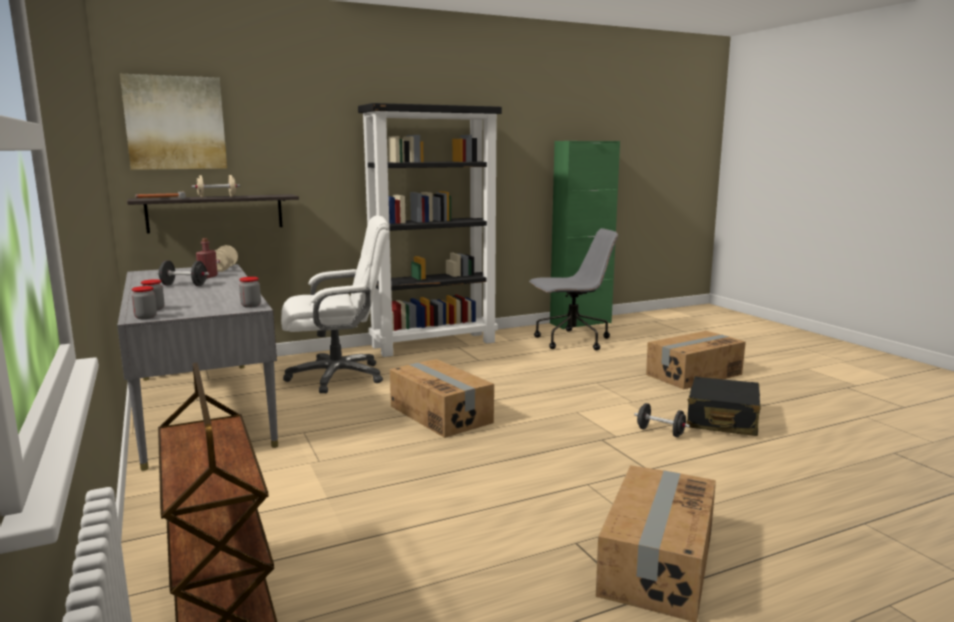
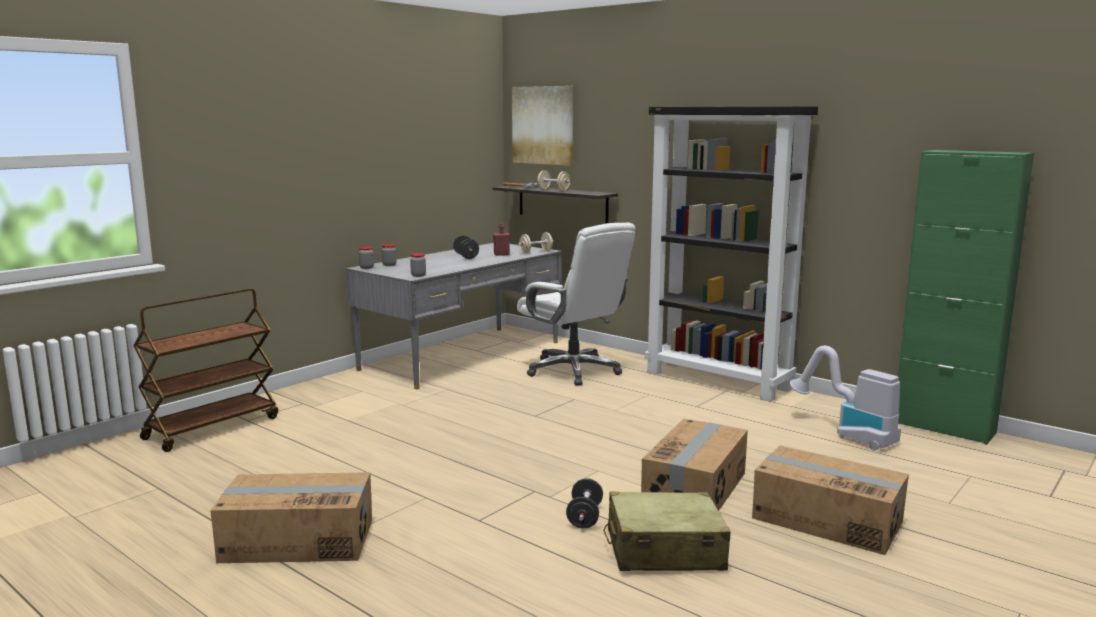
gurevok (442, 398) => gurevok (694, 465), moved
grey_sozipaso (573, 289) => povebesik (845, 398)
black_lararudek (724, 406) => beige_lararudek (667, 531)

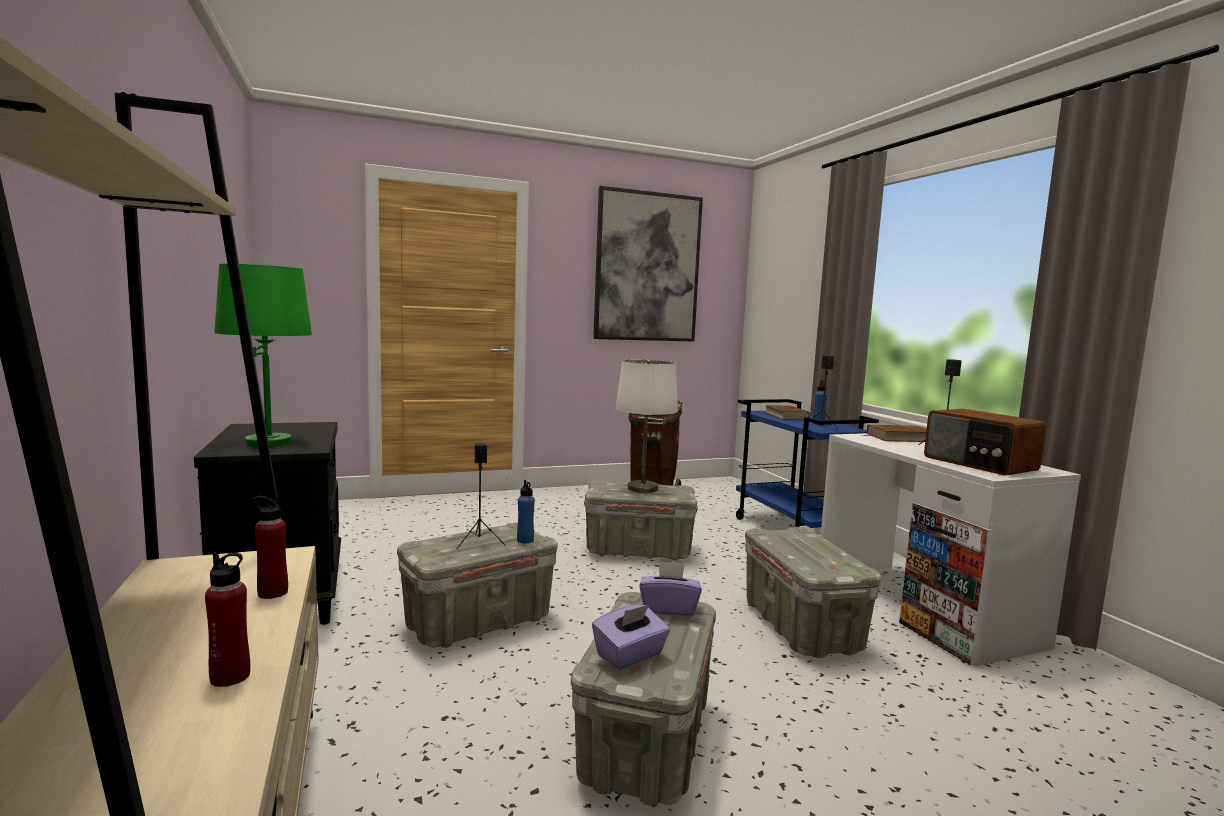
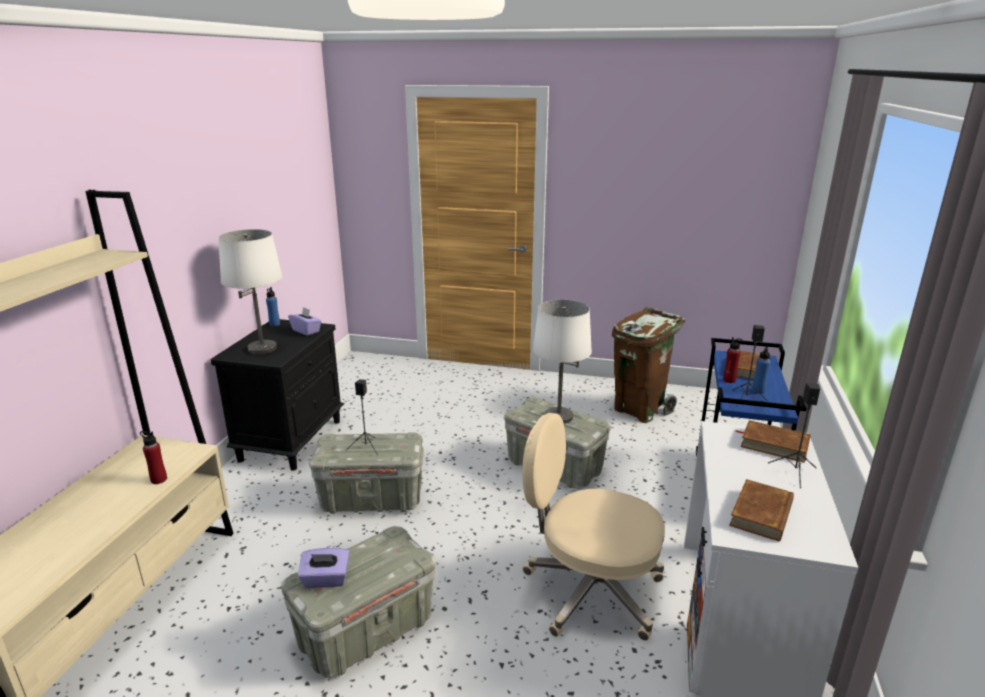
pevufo (648, 264) => nothing
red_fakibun (227, 619) => red_fakibun (733, 360), moved
blue_fakibun (526, 511) => blue_fakibun (273, 306), moved
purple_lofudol (671, 588) => purple_lofudol (305, 321), moved
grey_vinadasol (813, 592) => beige_sozipaso (593, 527)
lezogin (985, 442) => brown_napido (761, 510)
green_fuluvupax (263, 355) => white_fuluvupax (250, 292)

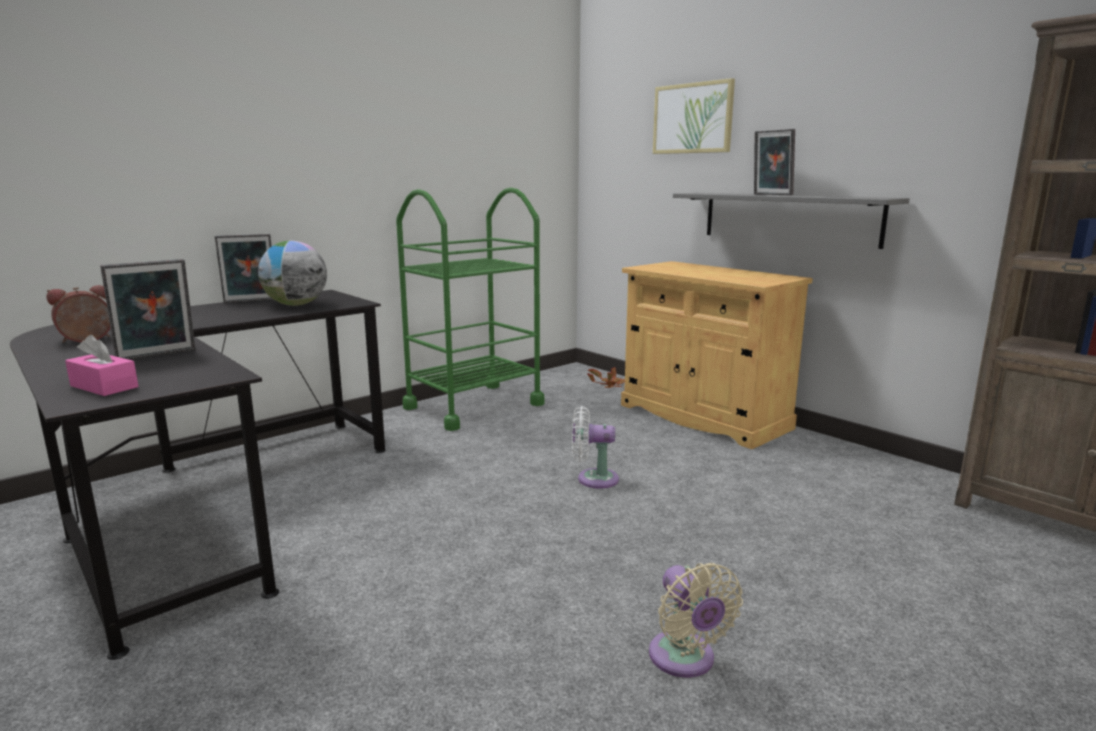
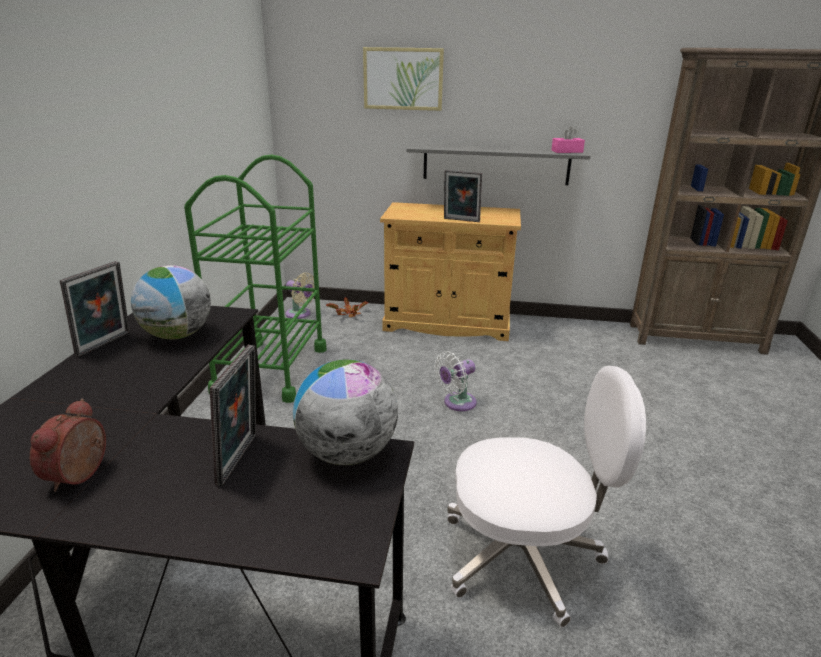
nothing => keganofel (345, 412)
nothing => white_sozipaso (546, 497)
pink_lofudol (102, 365) => pink_lofudol (568, 140), moved
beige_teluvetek (696, 620) => beige_teluvetek (299, 296), moved
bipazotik (774, 162) => bipazotik (463, 196), moved

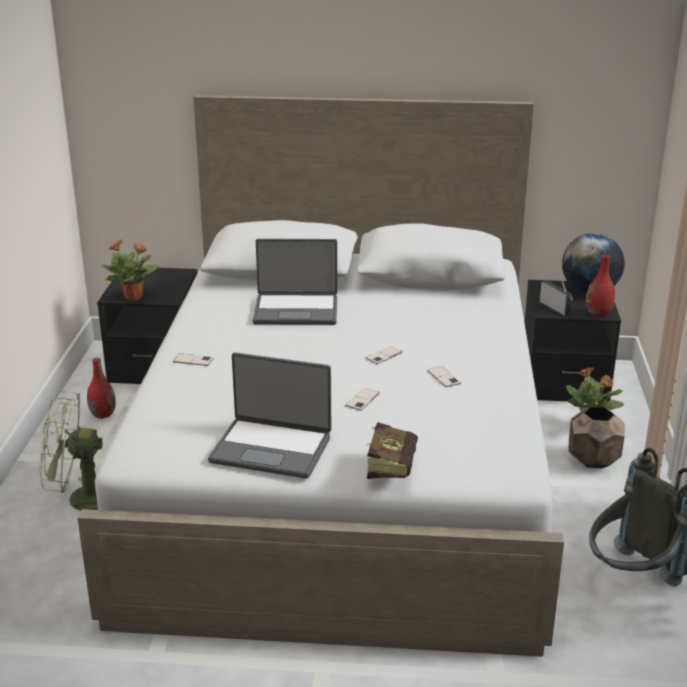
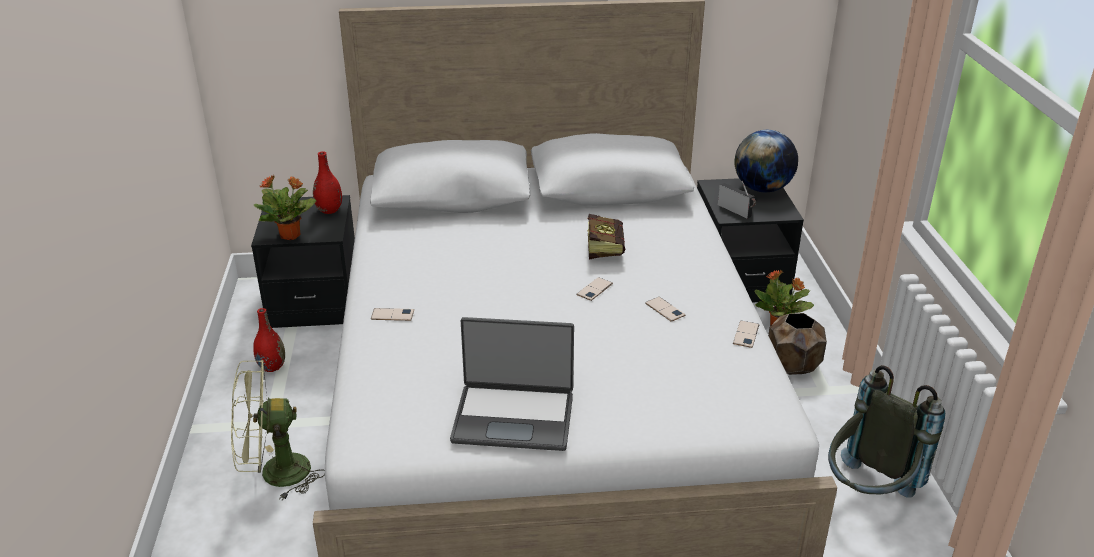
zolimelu (295, 282) => nothing
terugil (362, 399) => terugil (746, 334), moved
napido (392, 450) => napido (606, 237), moved
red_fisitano (600, 285) => red_fisitano (327, 182), moved

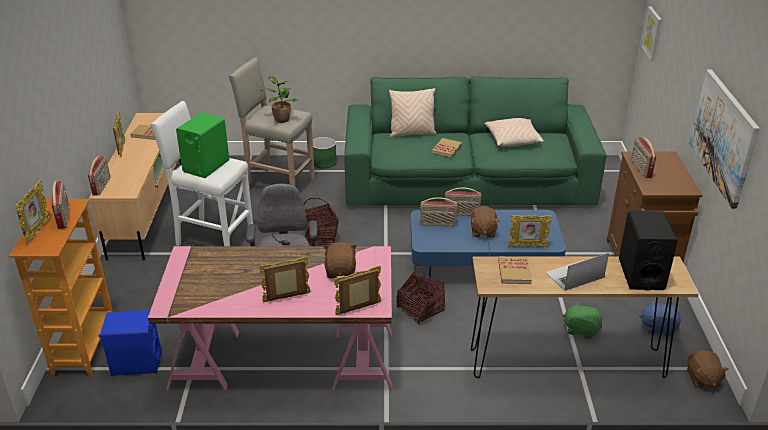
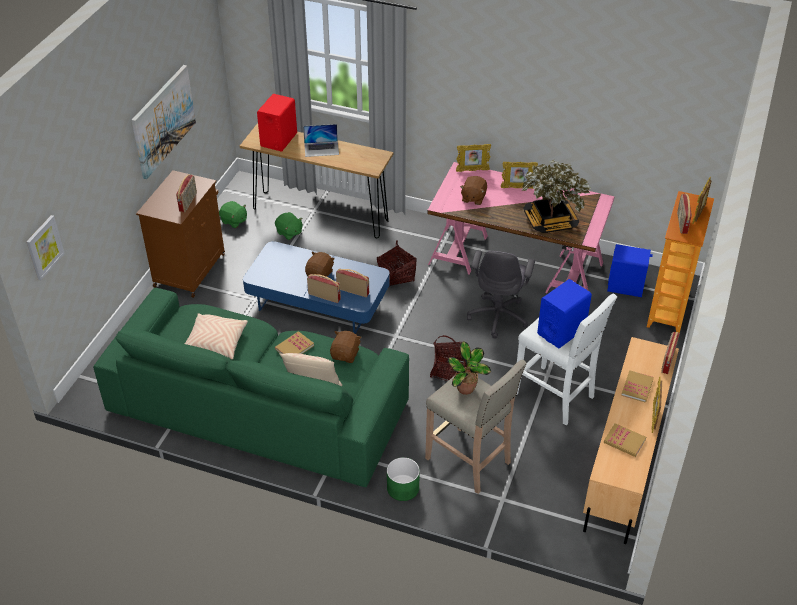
bipazotik (530, 231) => nothing
nothing => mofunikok (557, 196)
napido (515, 270) => napido (637, 386), moved
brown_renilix (708, 369) => brown_renilix (346, 347), moved
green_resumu (202, 145) => blue_resumu (564, 313)
black_resumu (648, 250) => red_resumu (277, 122)
blue_renilix (660, 318) => green_renilix (233, 214)

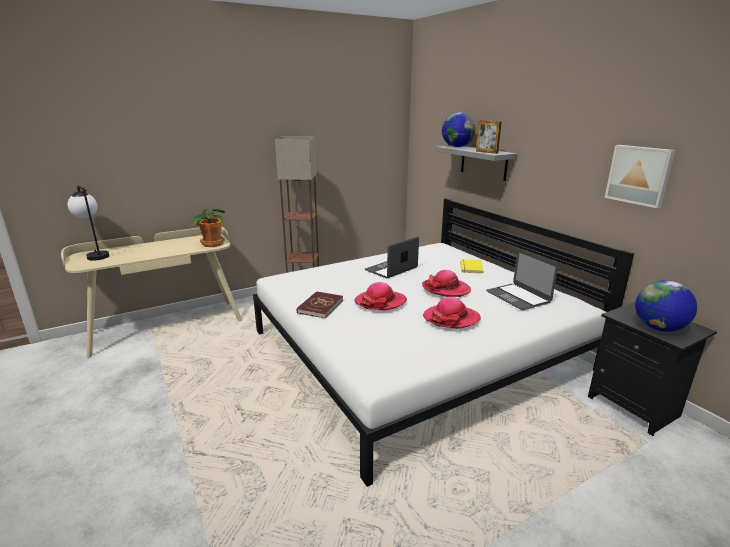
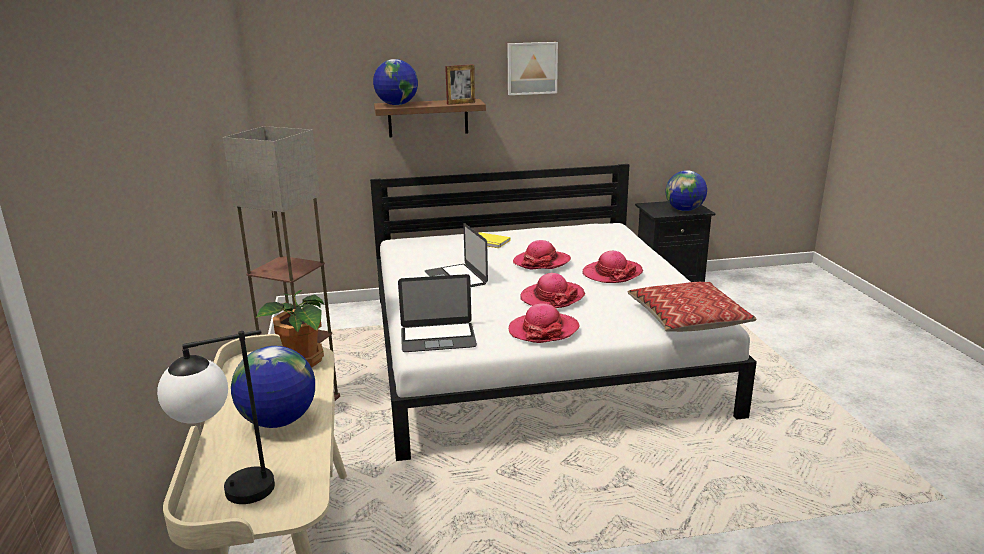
nothing => keganofel (273, 387)
nothing => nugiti (692, 307)
zolimelu (522, 280) => zolimelu (437, 313), moved
pevufo (640, 176) => pevufo (533, 68), moved
red_napido (320, 304) => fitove (544, 323)
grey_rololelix (476, 163) => brown_rololelix (430, 118)

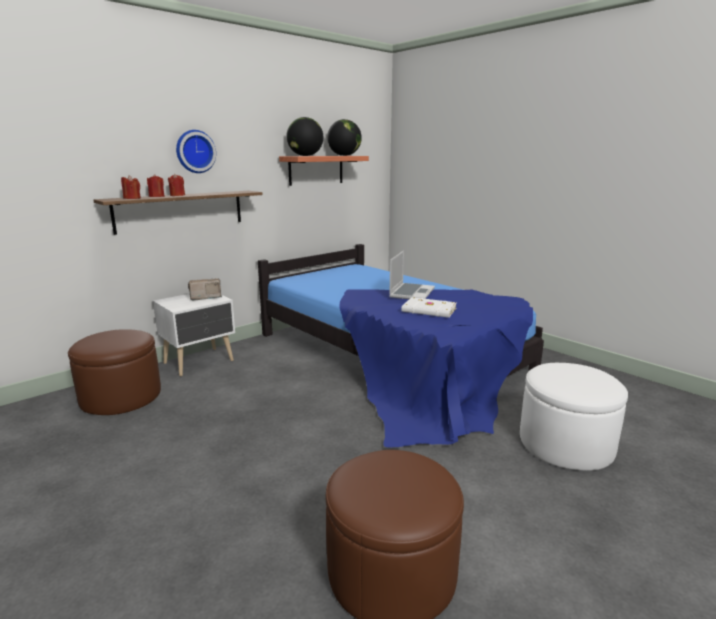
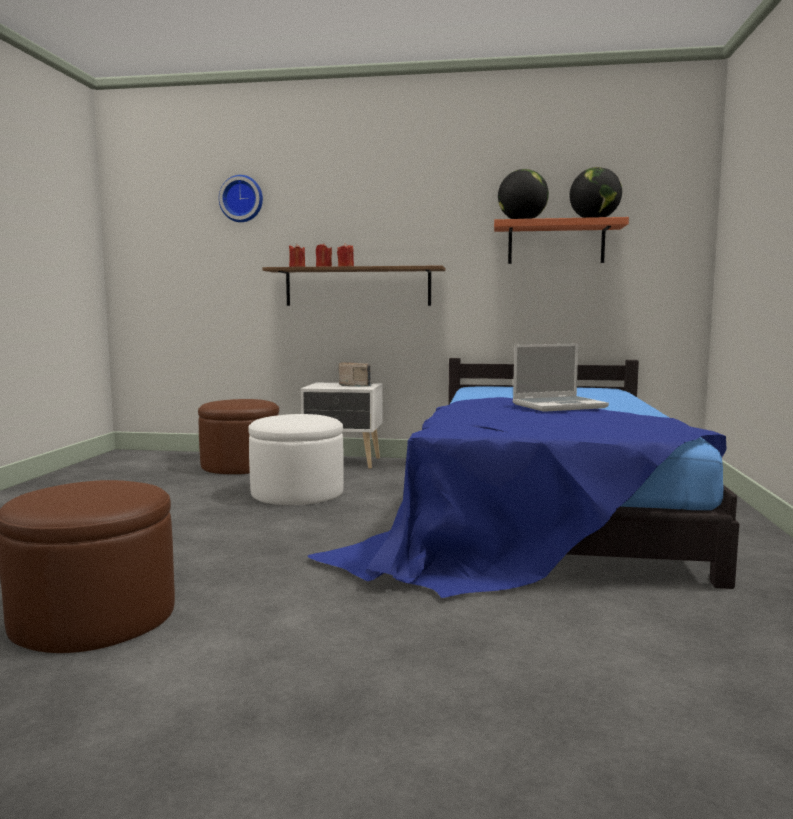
white_napido (429, 307) => nothing
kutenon (196, 151) => kutenon (241, 198), moved
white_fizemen (574, 417) => white_fizemen (296, 459), moved

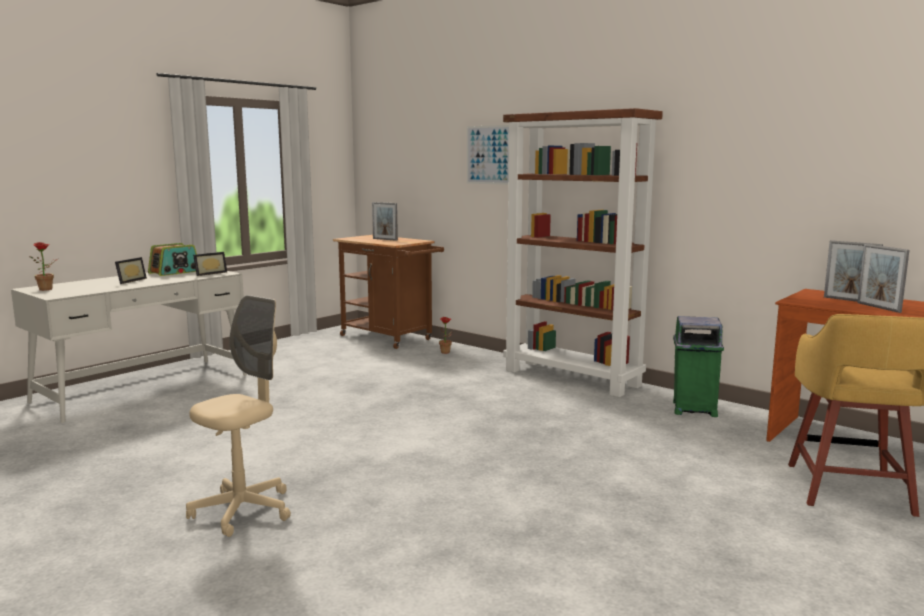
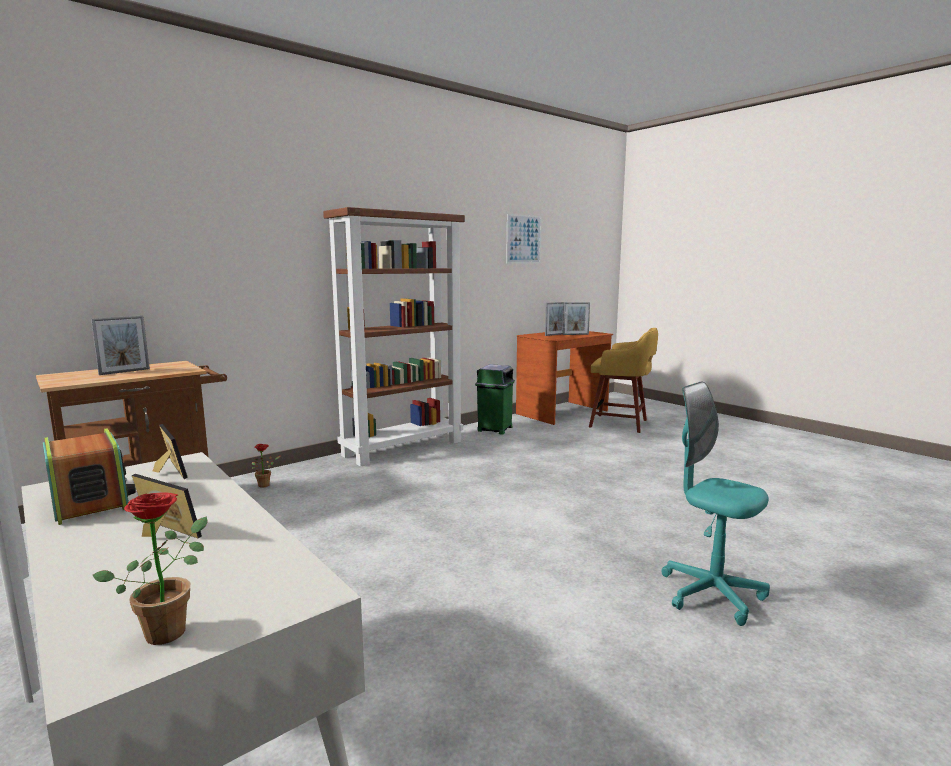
pevufo (488, 155) => pevufo (524, 238), moved
beige_sozipaso (238, 416) => turquoise_sozipaso (716, 503)

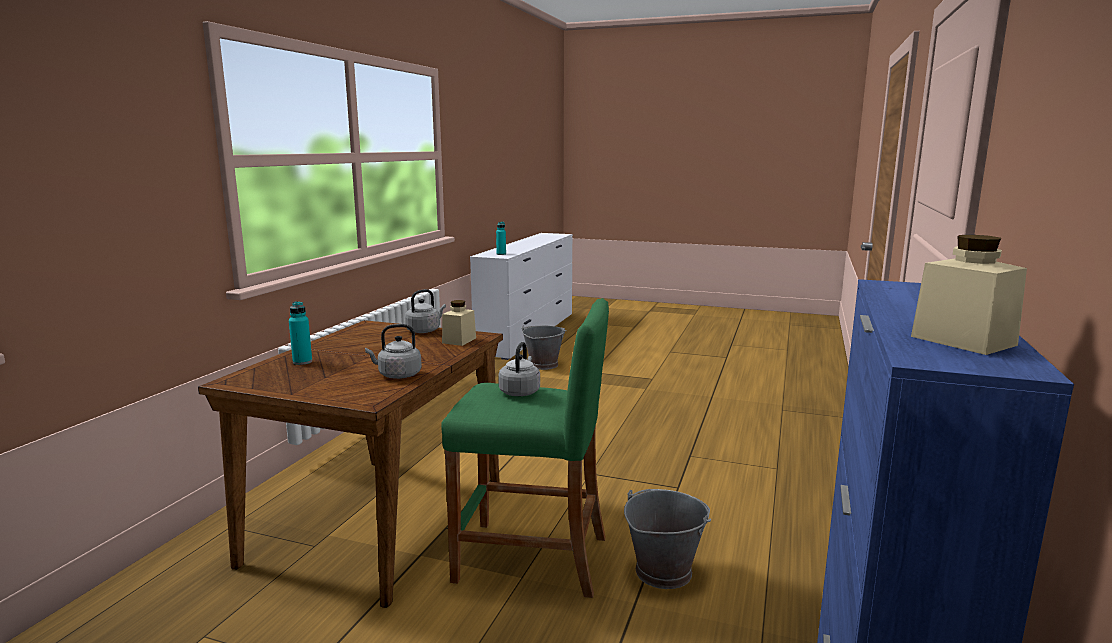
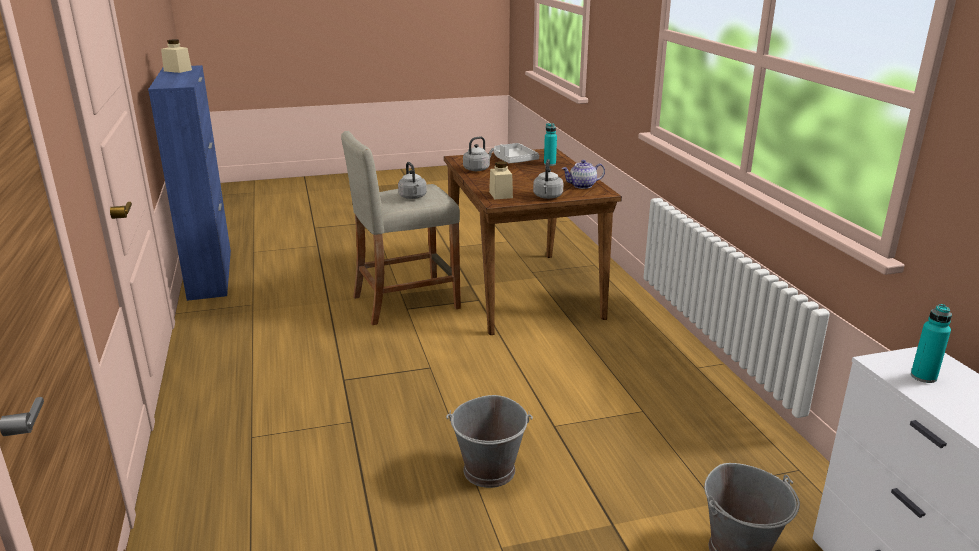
nothing => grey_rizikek (516, 153)
nothing => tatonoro (583, 174)
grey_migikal (667, 539) => grey_migikal (489, 441), moved
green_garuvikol (525, 448) => beige_garuvikol (401, 228)

